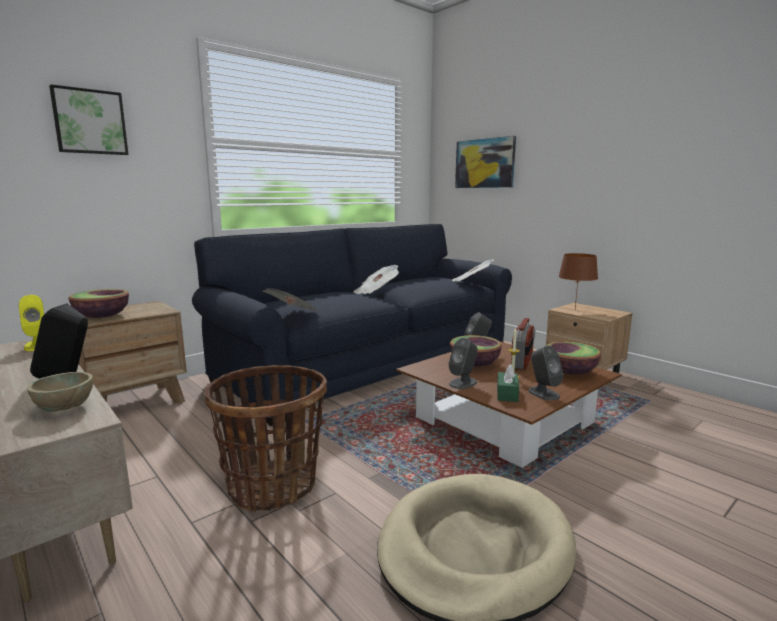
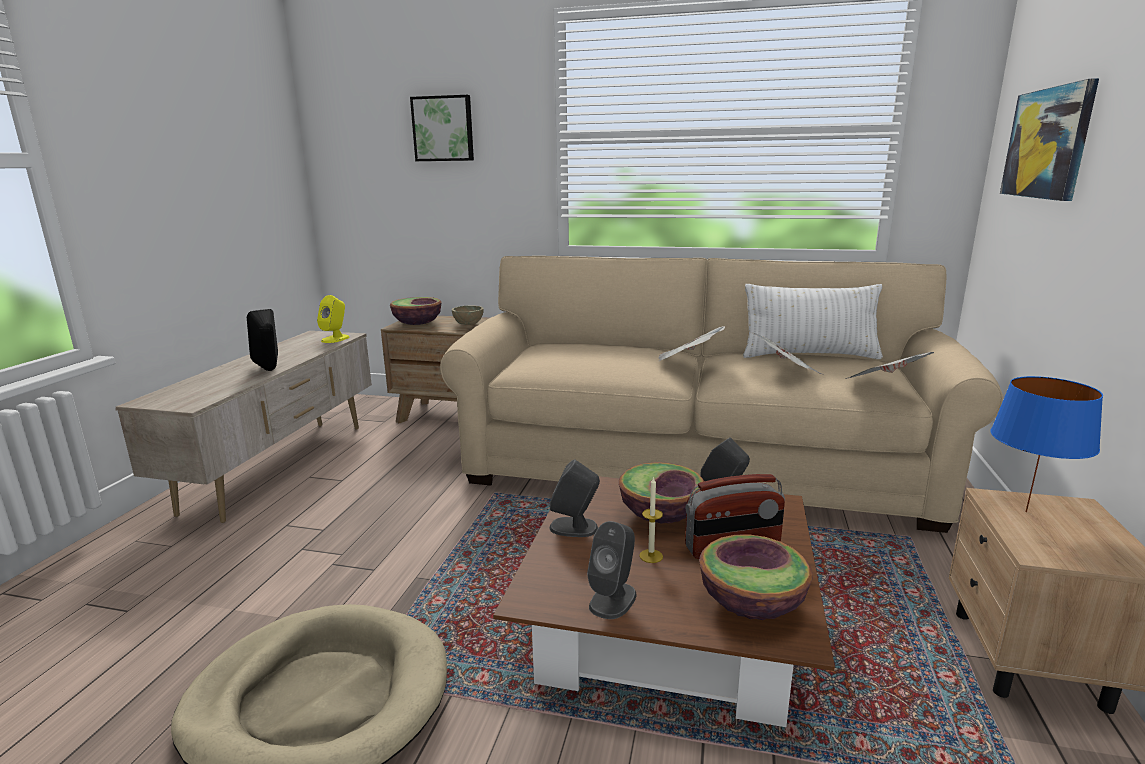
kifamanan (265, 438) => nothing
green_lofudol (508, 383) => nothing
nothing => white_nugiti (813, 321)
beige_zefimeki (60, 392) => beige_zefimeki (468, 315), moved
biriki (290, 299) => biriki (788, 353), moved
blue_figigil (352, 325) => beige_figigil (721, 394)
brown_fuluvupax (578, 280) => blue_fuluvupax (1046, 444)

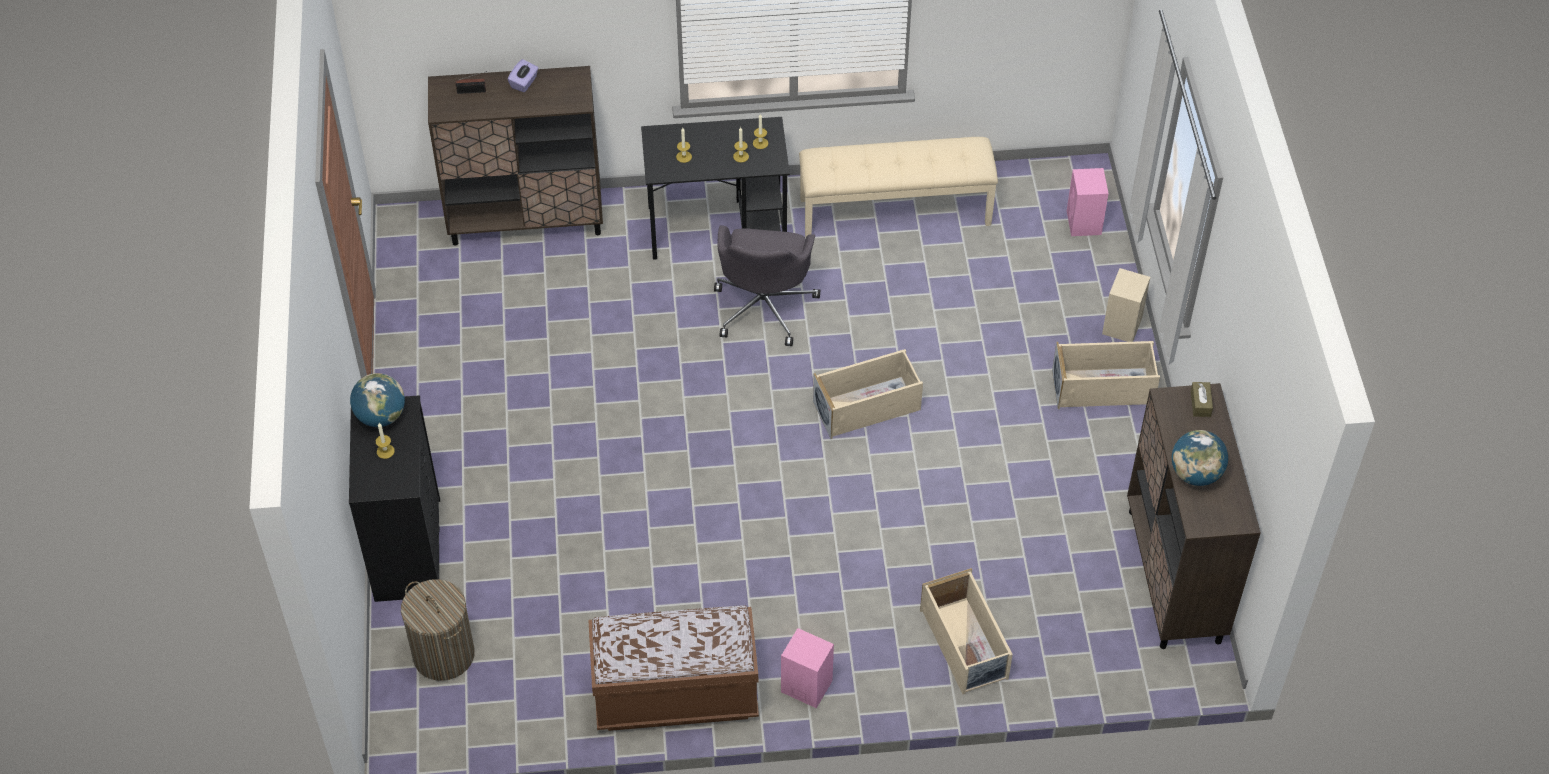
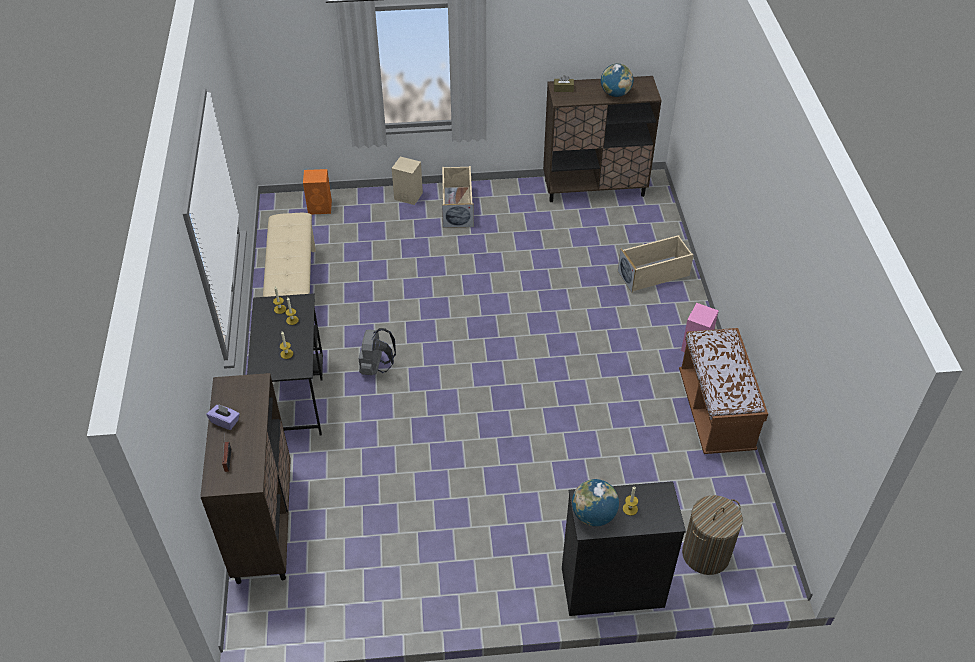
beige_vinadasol (868, 394) => nothing
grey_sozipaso (767, 285) => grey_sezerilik (377, 351)
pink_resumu (1088, 202) => orange_resumu (317, 191)

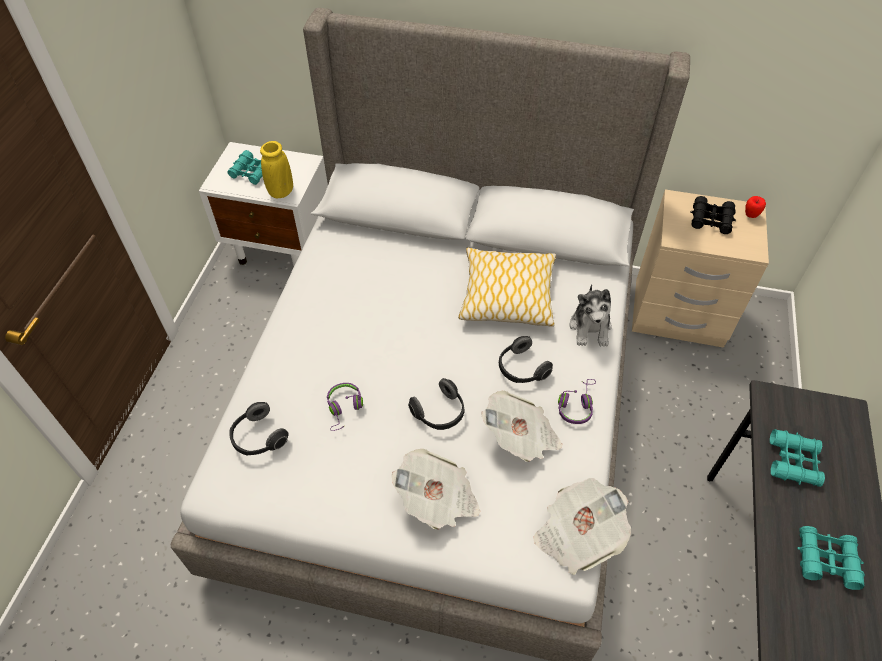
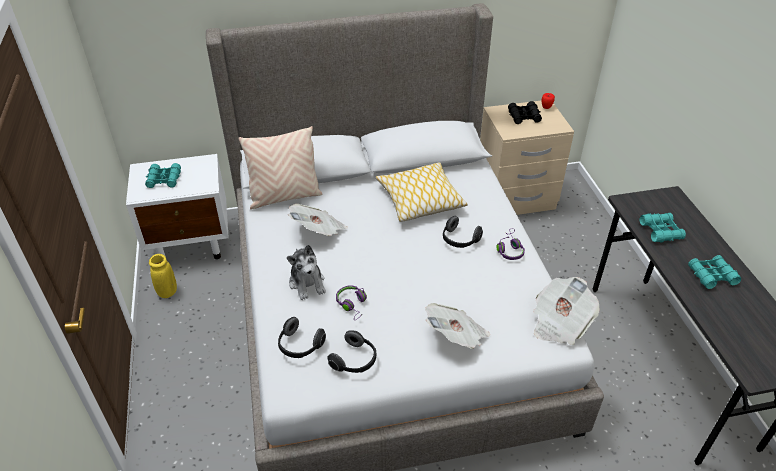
nothing => beige_nugiti (280, 167)
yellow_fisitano (276, 169) => yellow_fisitano (163, 276), moved
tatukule (436, 404) => tatukule (351, 351), moved
biriki (521, 426) => biriki (318, 220), moved
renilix (591, 315) => renilix (306, 272), moved

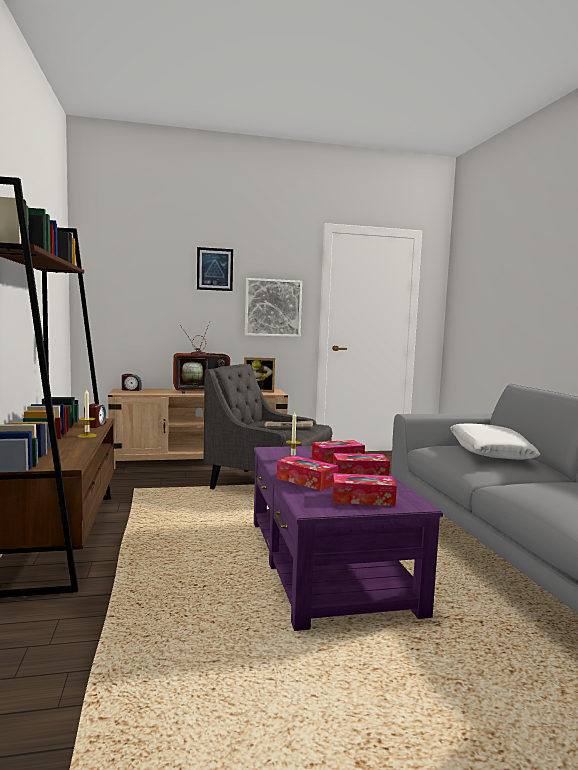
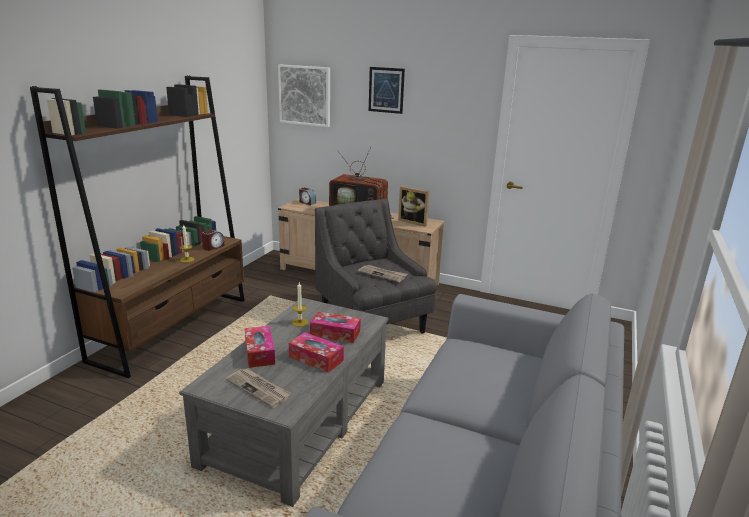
white_nugiti (495, 441) => nothing
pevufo (273, 307) => pevufo (304, 95), moved
lofudol (364, 489) => biriki (258, 388)
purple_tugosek (348, 538) => grey_tugosek (283, 402)

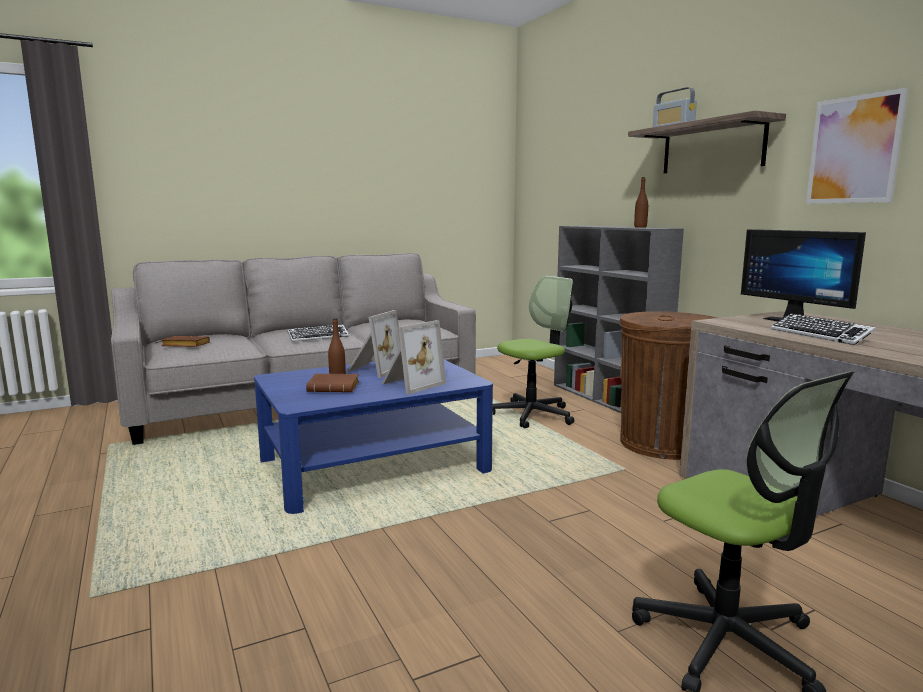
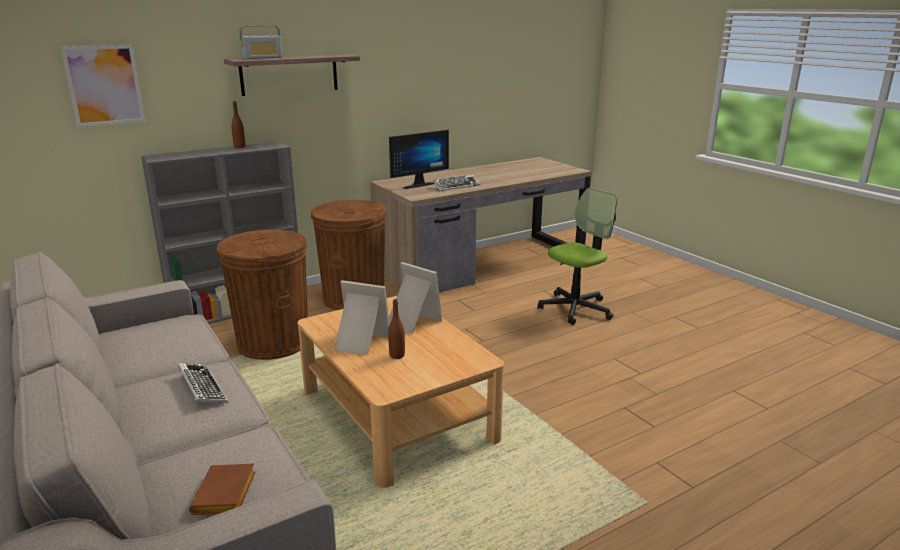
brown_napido (332, 383) => nothing
pevufo (857, 145) => pevufo (103, 86), moved
sozipaso (533, 352) => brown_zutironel (262, 294)
blue_tugosek (373, 437) => beige_tugosek (401, 392)

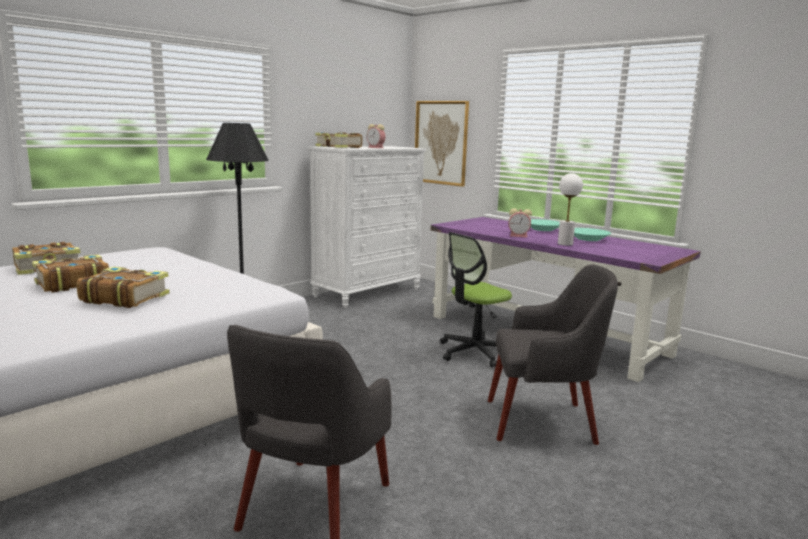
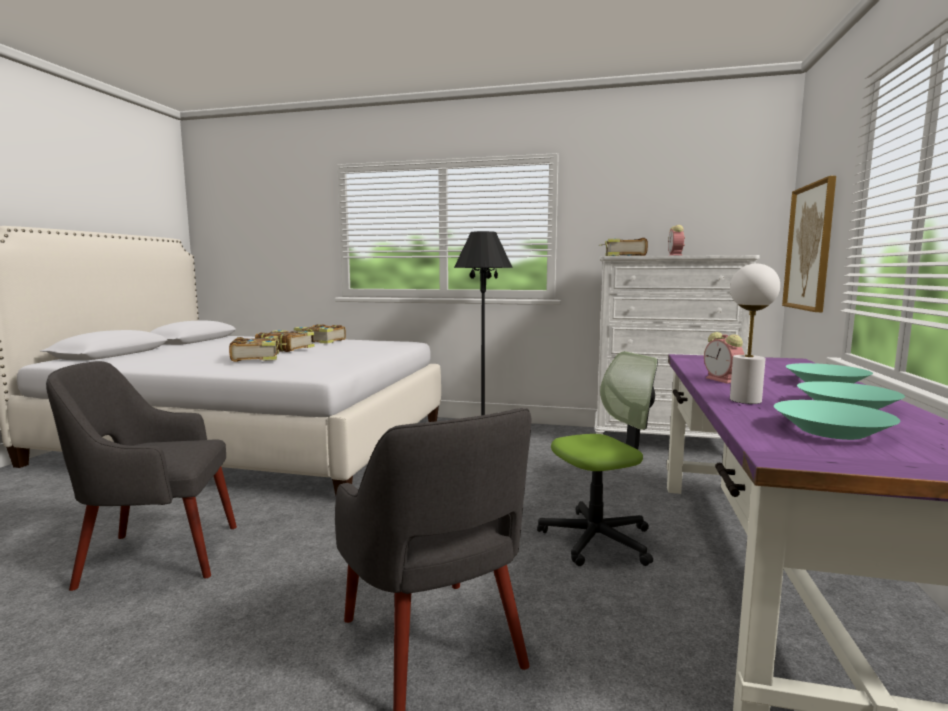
nothing => turquoise_zefimeki (837, 420)
sozipaso (476, 300) => sozipaso (597, 458), 135 degrees clockwise

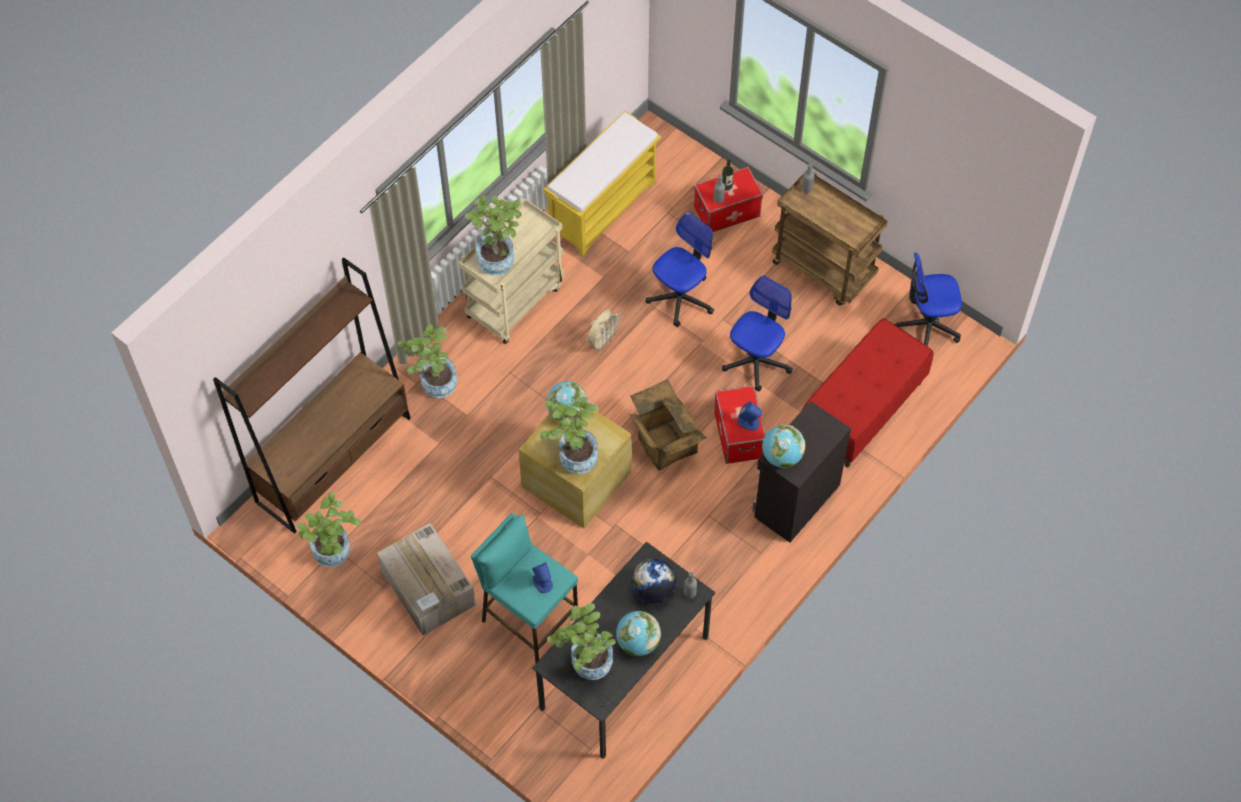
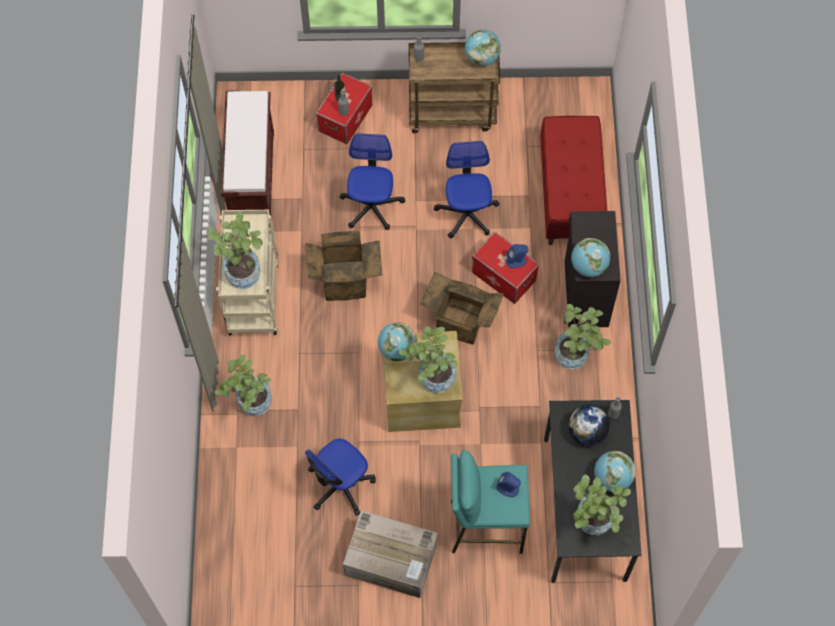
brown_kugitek (311, 395) => nothing
nothing => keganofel (483, 48)
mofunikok (328, 529) => mofunikok (583, 336), moved
sozipaso (928, 299) => sozipaso (340, 477), moved
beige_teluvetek (604, 330) => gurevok (344, 266)
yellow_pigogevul (602, 184) => brown_pigogevul (247, 159)

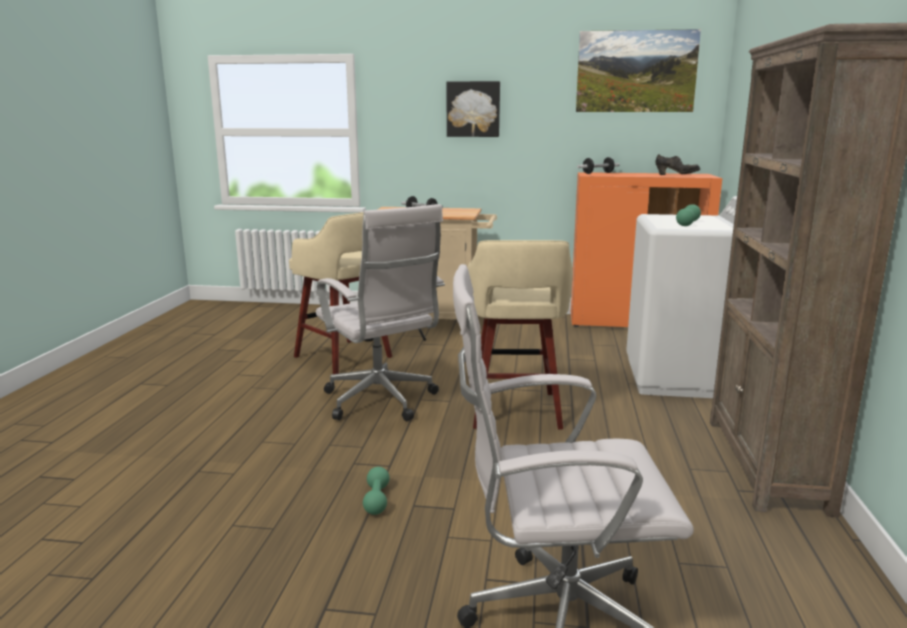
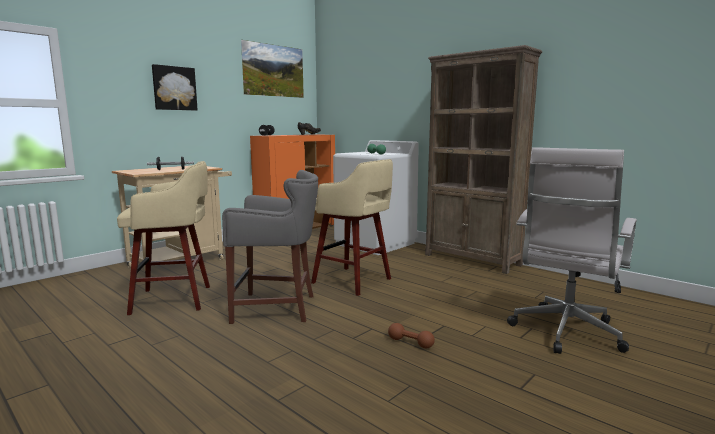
white_sozipaso (380, 312) => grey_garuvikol (270, 247)
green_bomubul (376, 491) => brown_bomubul (411, 336)

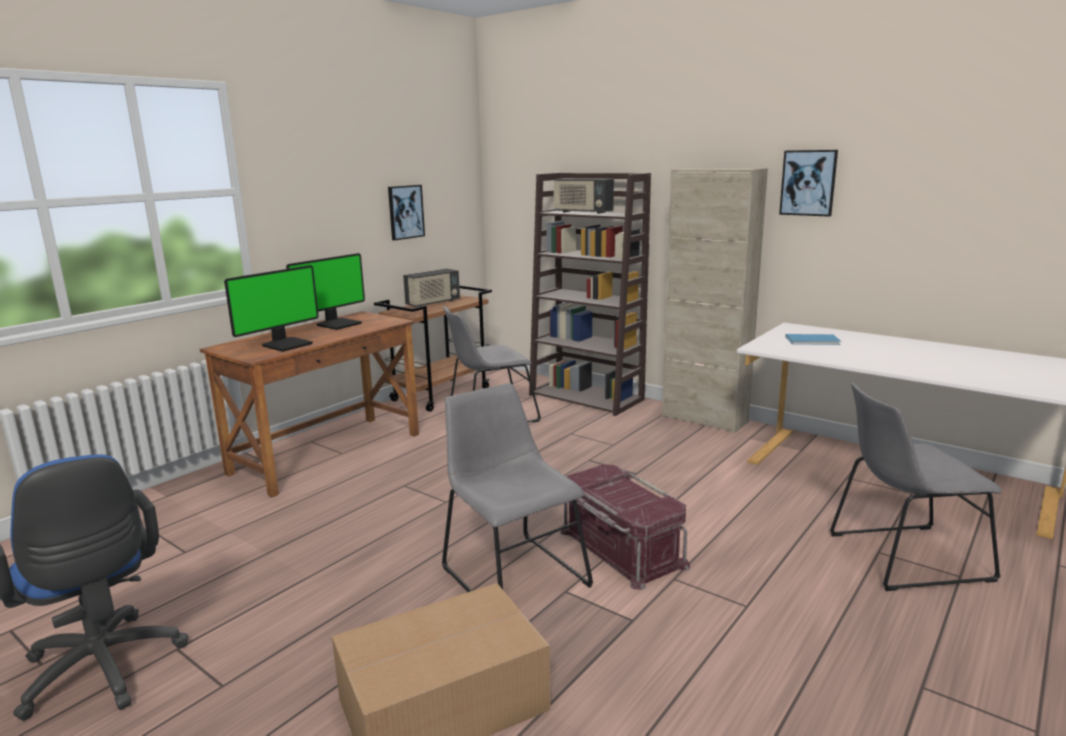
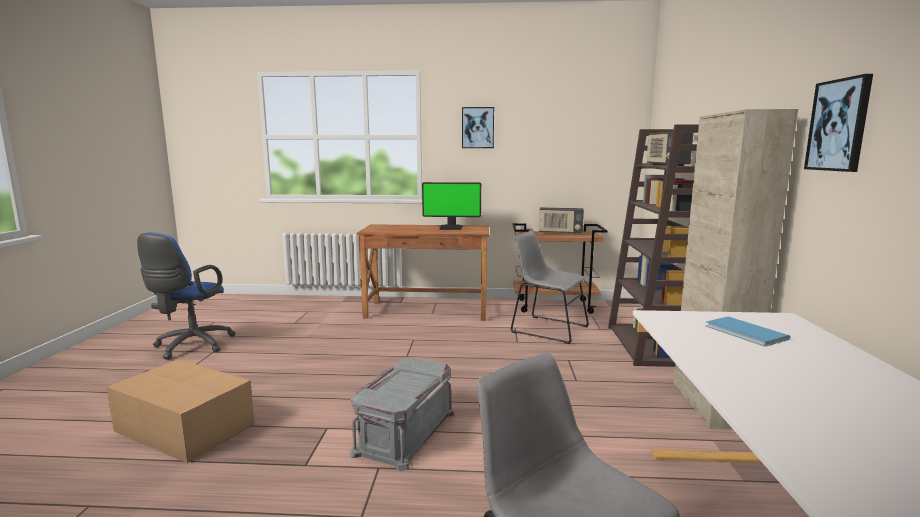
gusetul (271, 308) => nothing
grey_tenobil (517, 487) => nothing
pevufo (406, 212) => pevufo (478, 127), moved
red_vinadasol (625, 527) => grey_vinadasol (402, 414)

